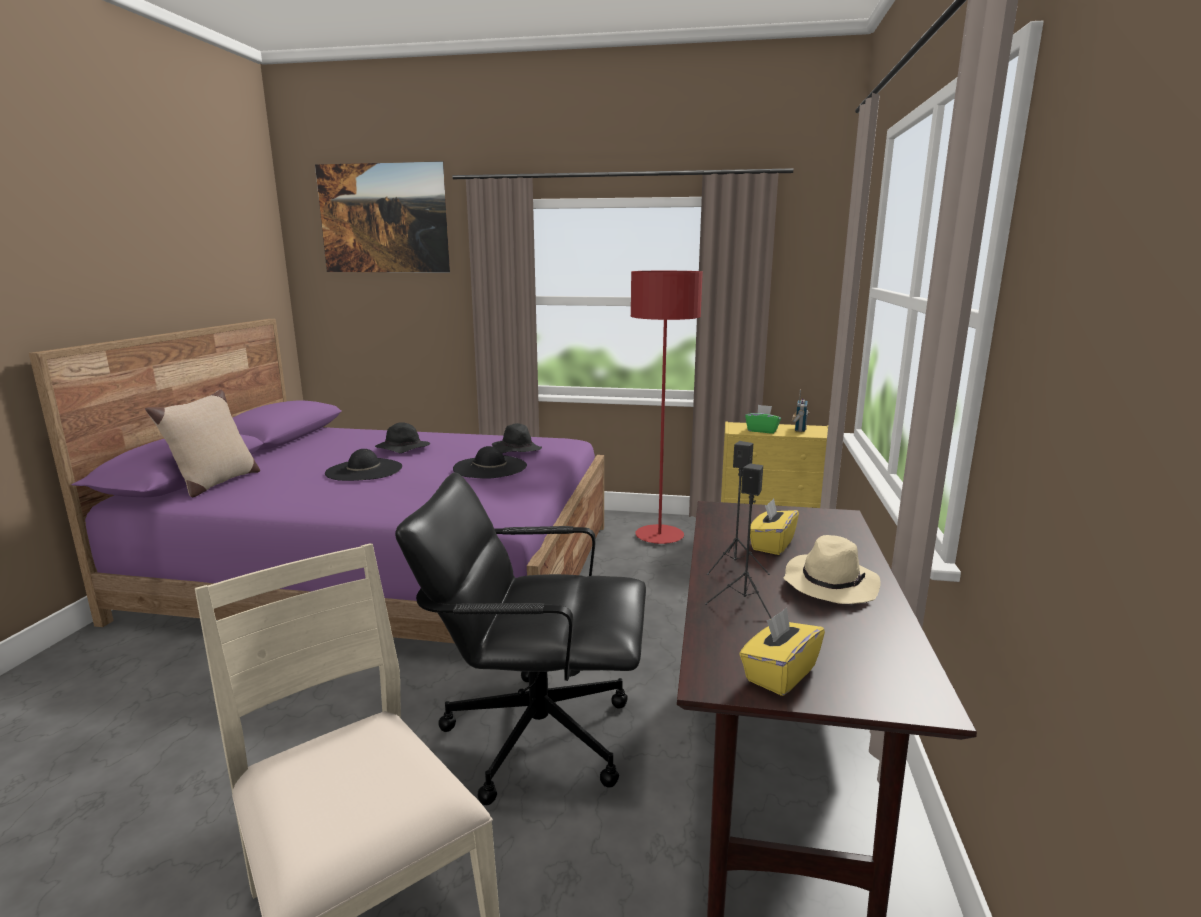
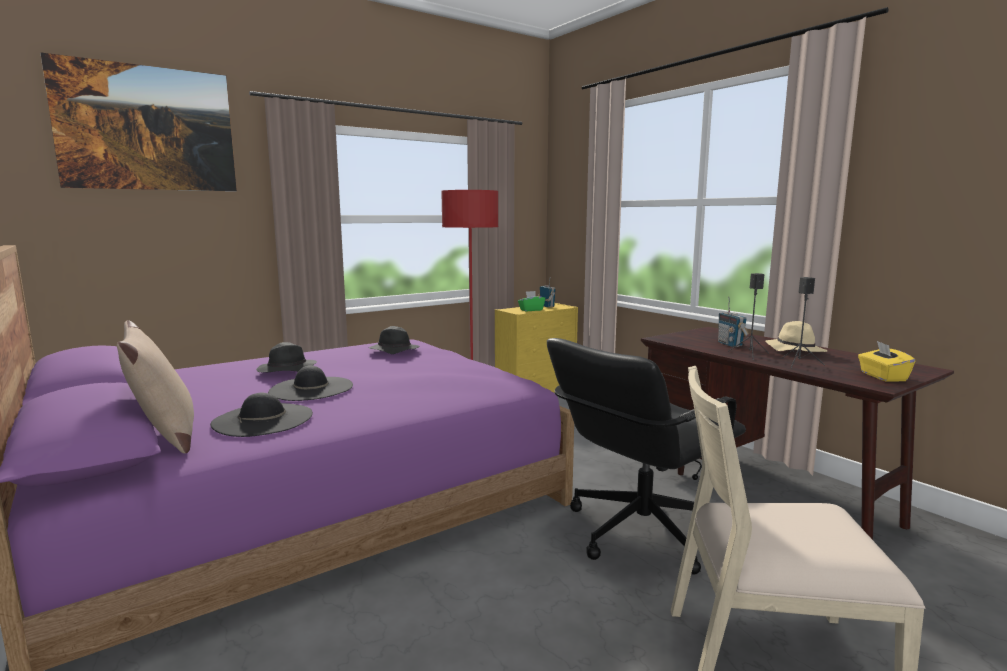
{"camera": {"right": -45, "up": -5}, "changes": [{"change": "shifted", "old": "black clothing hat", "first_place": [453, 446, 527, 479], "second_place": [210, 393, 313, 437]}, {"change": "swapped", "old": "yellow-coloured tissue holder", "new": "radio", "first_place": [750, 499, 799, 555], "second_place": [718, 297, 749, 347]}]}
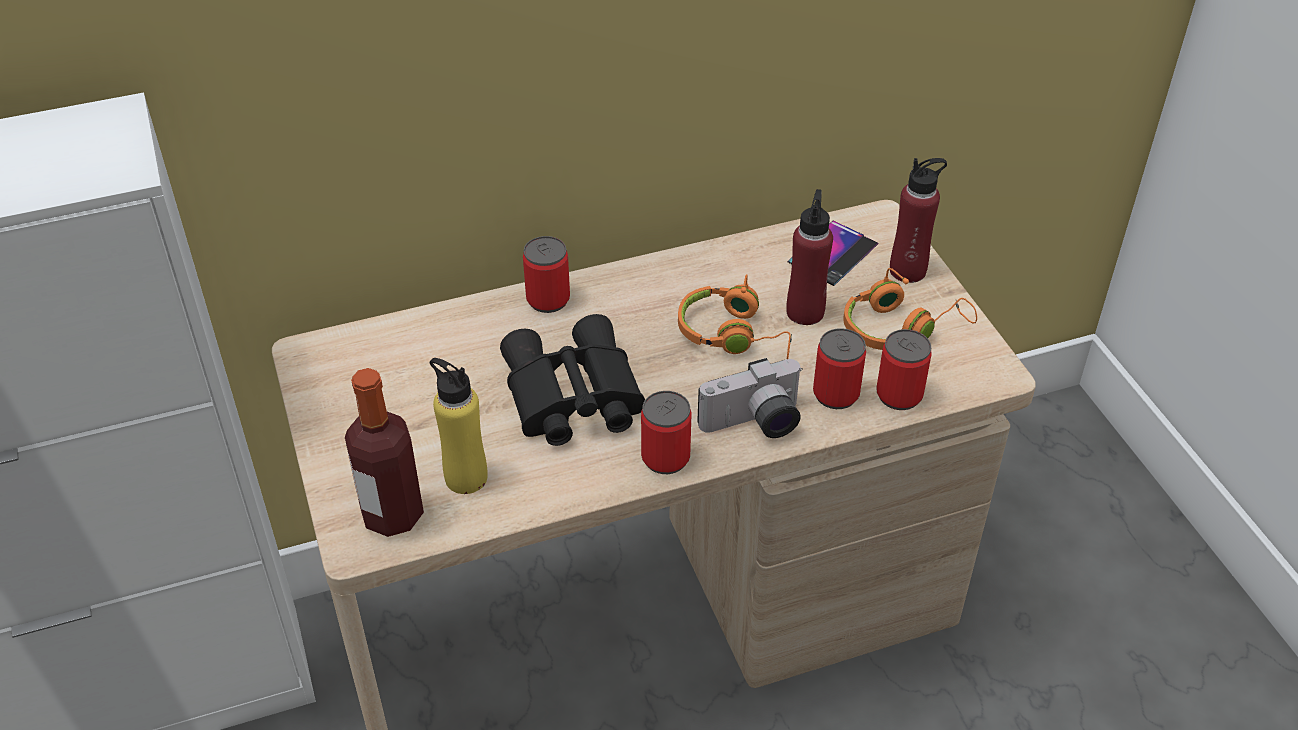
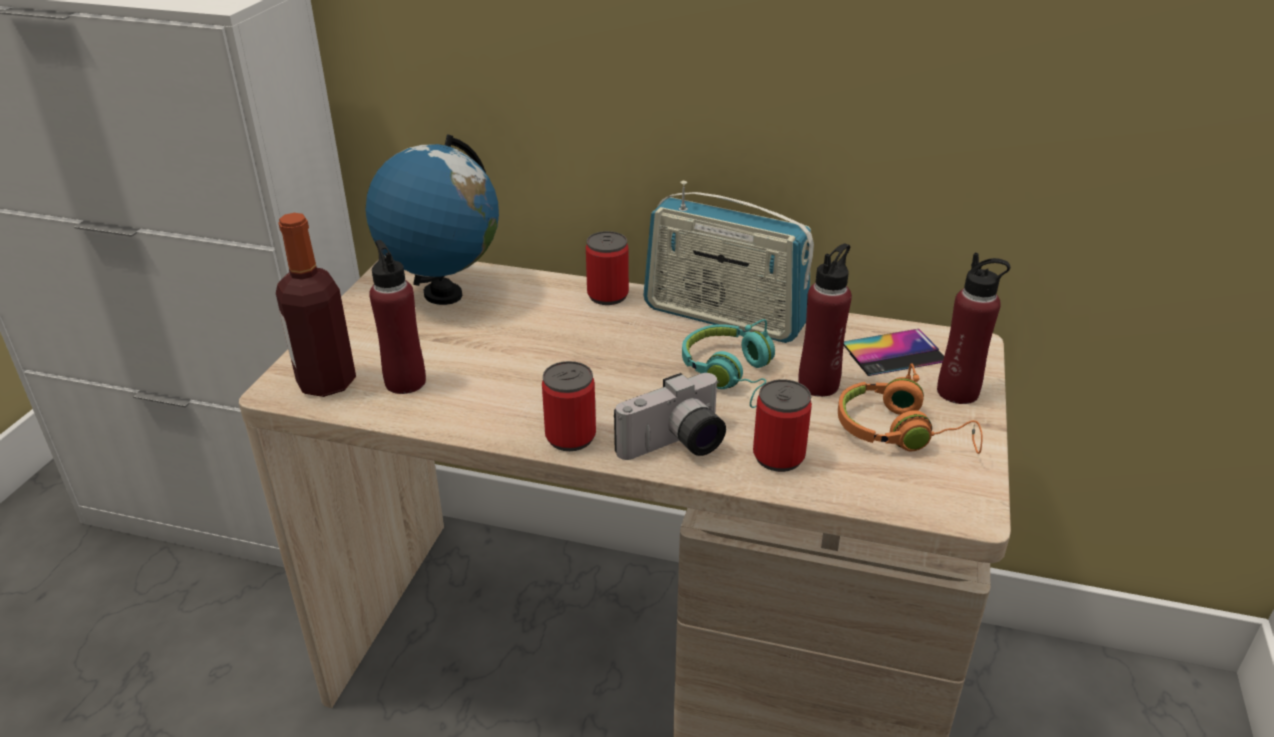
{"camera": {"right": 35, "up": -10}, "changes": [{"change": "repainted", "old": "yellow-coloured bottle", "new": "reddish bottle", "first_place": [429, 358, 487, 494], "second_place": [369, 240, 426, 394]}, {"change": "gone", "old": "black field glasses", "first_place": [500, 314, 645, 446]}, {"change": "repainted", "old": "orange headset", "new": "blue-green headset", "first_place": [678, 274, 792, 359], "second_place": [682, 319, 775, 408]}, {"change": "rotated", "old": "still camera", "first_place": [697, 358, 803, 438], "second_place": [614, 373, 726, 460], "degrees": -45}, {"change": "gone", "old": "sealed can", "first_place": [876, 329, 932, 410]}, {"change": "new", "new": "globe", "second_place": [365, 134, 499, 305]}, {"change": "new", "new": "radio", "second_place": [643, 181, 814, 343]}]}
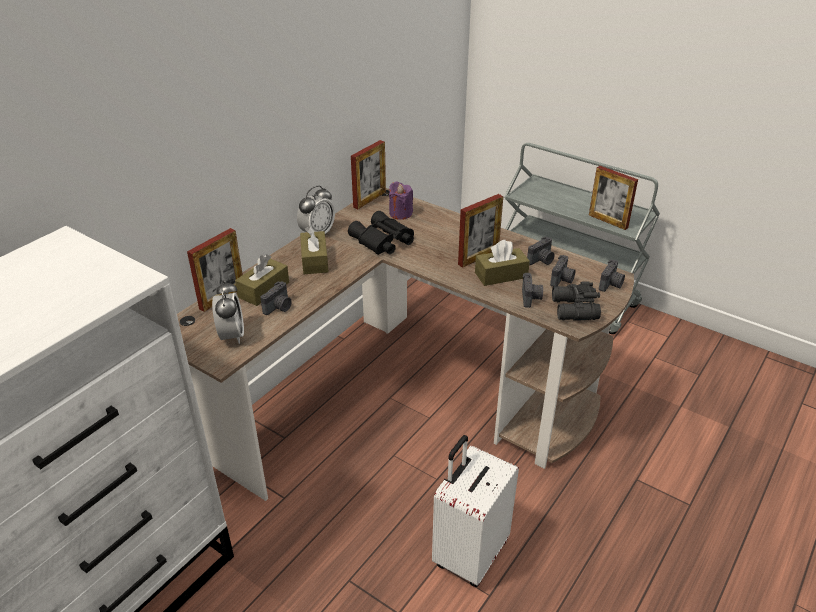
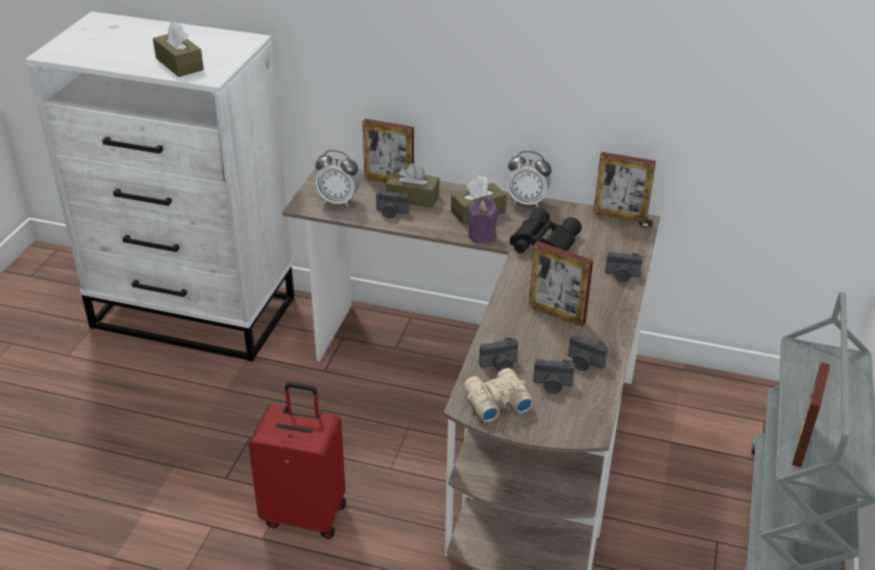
{"camera": {"right": 70, "up": 0}, "changes": [{"change": "rotated", "old": "table clock", "first_place": [212, 281, 244, 344], "second_place": [315, 150, 360, 207], "degrees": 45}, {"change": "shifted", "old": "purple-coloured candle", "first_place": [389, 182, 413, 220], "second_place": [469, 198, 498, 244]}, {"change": "repainted", "old": "whitish travel case", "new": "reddish travel case", "first_place": [432, 435, 519, 587], "second_place": [248, 382, 346, 539]}, {"change": "shifted", "old": "brown-coloured tissue holder", "first_place": [475, 240, 530, 286], "second_place": [153, 22, 204, 77]}, {"change": "repainted", "old": "black field glasses", "new": "beige field glasses", "first_place": [552, 281, 601, 320], "second_place": [463, 368, 533, 422]}, {"change": "shifted", "old": "still camera", "first_place": [599, 259, 625, 292], "second_place": [605, 252, 643, 282]}]}
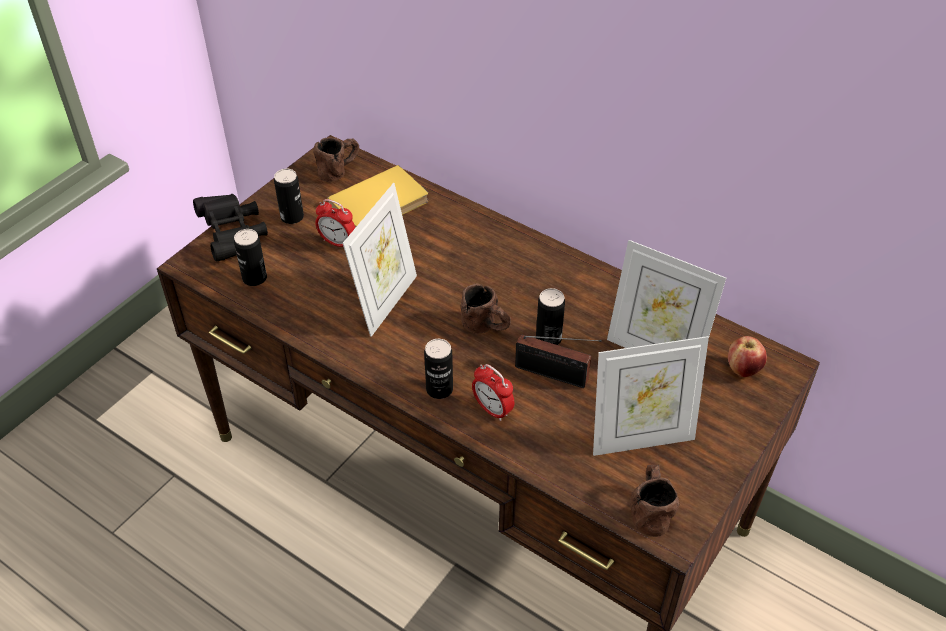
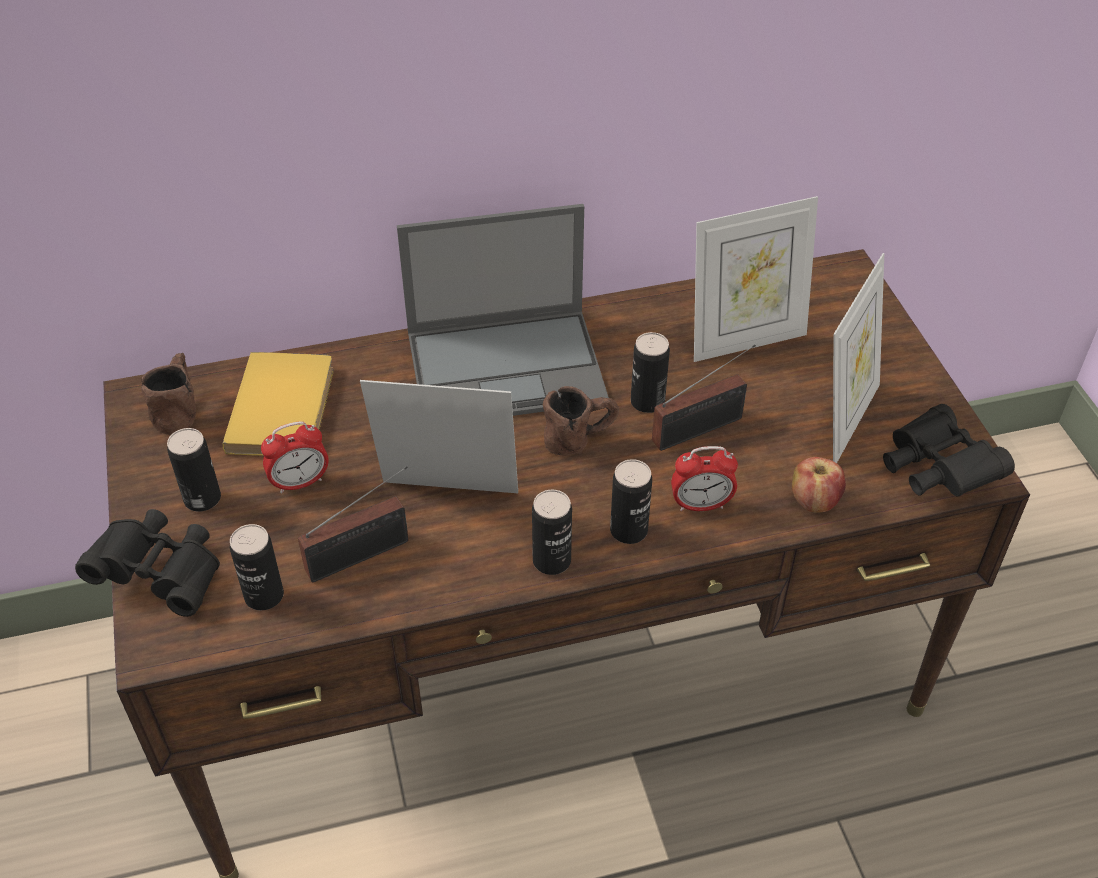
{"camera": {"right": -50, "up": 0}, "changes": [{"change": "rotated", "old": "photo frame", "first_place": [343, 183, 417, 337], "second_place": [360, 380, 518, 493], "degrees": -60}, {"change": "swapped", "old": "brown-coloured mug", "new": "black field glasses", "first_place": [630, 465, 680, 537], "second_place": [883, 404, 1015, 497]}, {"change": "shifted", "old": "apple fruit", "first_place": [728, 336, 767, 377], "second_place": [792, 457, 846, 513]}, {"change": "new", "new": "radio", "second_place": [298, 466, 409, 582]}, {"change": "new", "new": "notebook computer", "second_place": [397, 204, 609, 416]}, {"change": "new", "new": "sealed can", "second_place": [532, 490, 572, 575]}]}
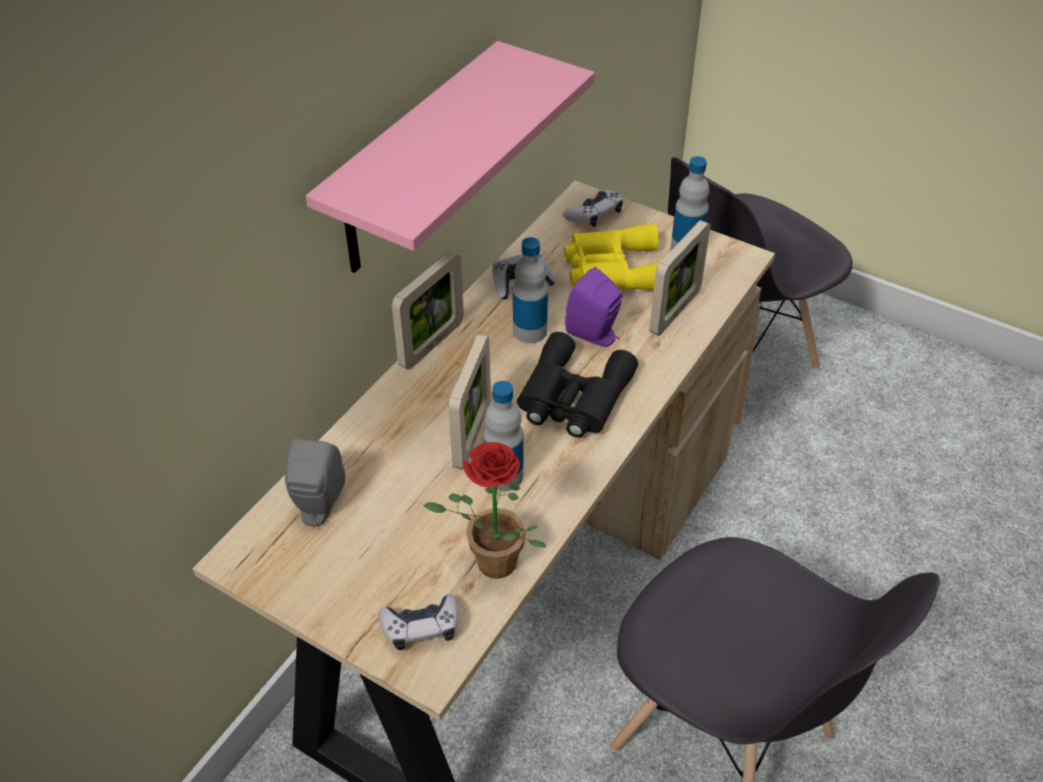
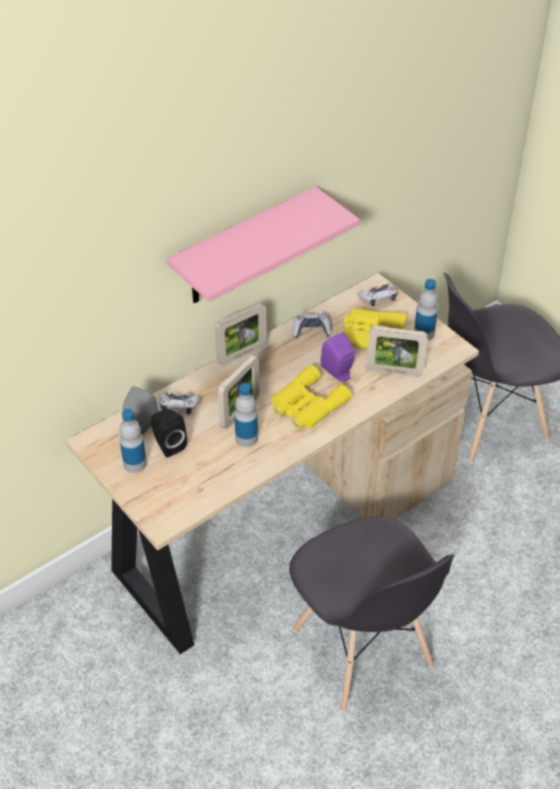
{"camera": {"right": 20, "up": 0}, "changes": [{"change": "shifted", "old": "game controller", "first_place": [379, 594, 459, 650], "second_place": [159, 392, 201, 415]}, {"change": "gone", "old": "plant in a pot", "first_place": [424, 442, 546, 579]}, {"change": "shifted", "old": "bottle", "first_place": [513, 237, 548, 343], "second_place": [119, 408, 147, 473]}, {"change": "repainted", "old": "black field glasses", "new": "yellow-coloured field glasses", "first_place": [517, 332, 638, 438], "second_place": [271, 365, 352, 429]}, {"change": "rotated", "old": "photo frame", "first_place": [649, 220, 710, 336], "second_place": [367, 326, 428, 377], "degrees": 45}, {"change": "new", "new": "black speaker", "second_place": [151, 409, 187, 457]}]}
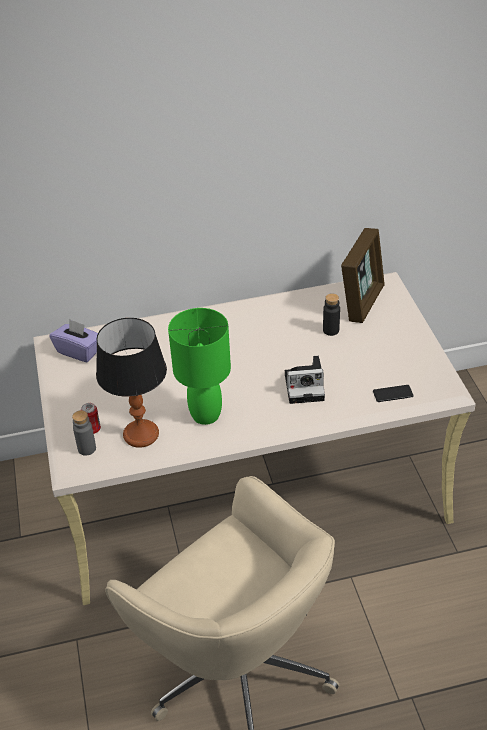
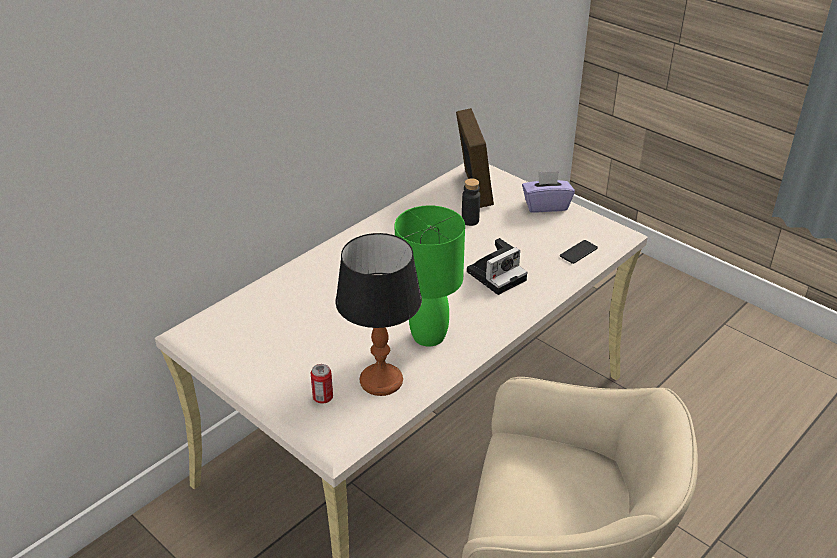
{"camera": {"right": -35, "up": -5}, "changes": [{"change": "shifted", "old": "purple-coloured tissue holder", "first_place": [50, 319, 98, 362], "second_place": [522, 171, 575, 213]}, {"change": "gone", "old": "gray bottle", "first_place": [72, 410, 96, 456]}]}
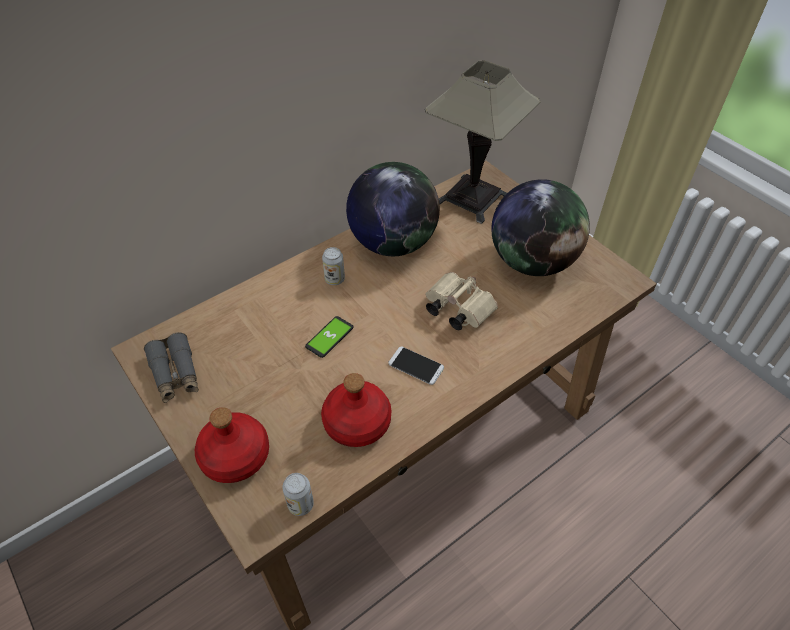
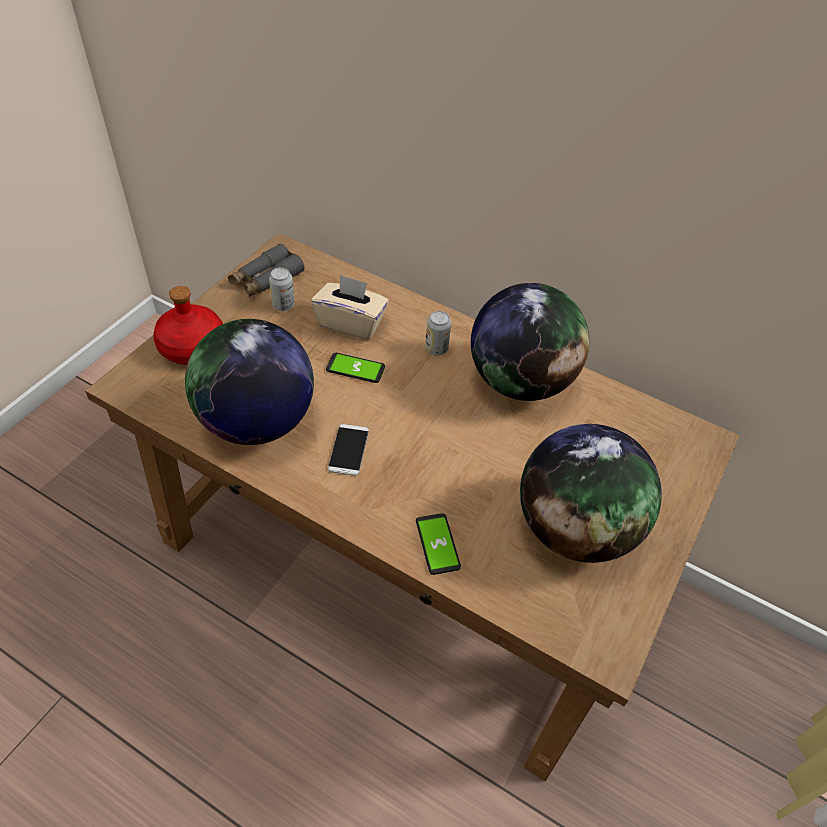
{"camera": {"right": 65, "up": 0}, "changes": [{"change": "shifted", "old": "sealed can", "first_place": [282, 473, 314, 516], "second_place": [269, 267, 295, 311]}, {"change": "swapped", "old": "reddish bottle", "new": "globe", "first_place": [321, 373, 392, 447], "second_place": [185, 319, 314, 445]}, {"change": "gone", "old": "table lamp", "first_place": [425, 60, 541, 224]}, {"change": "gone", "old": "beige field glasses", "first_place": [425, 272, 498, 330]}, {"change": "new", "new": "beige tissue holder", "second_place": [311, 274, 389, 340]}, {"change": "new", "new": "telephone", "second_place": [416, 513, 461, 575]}]}
